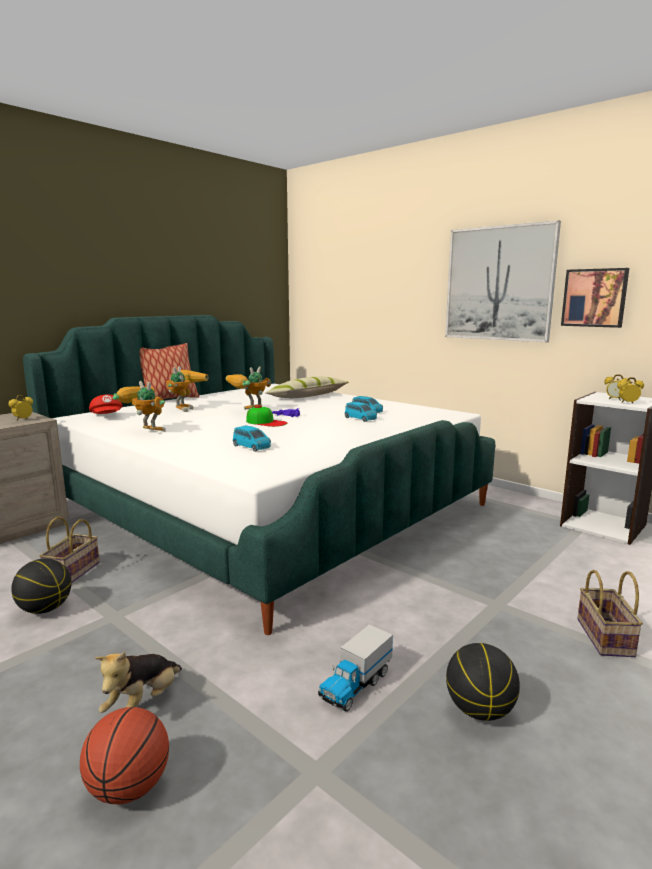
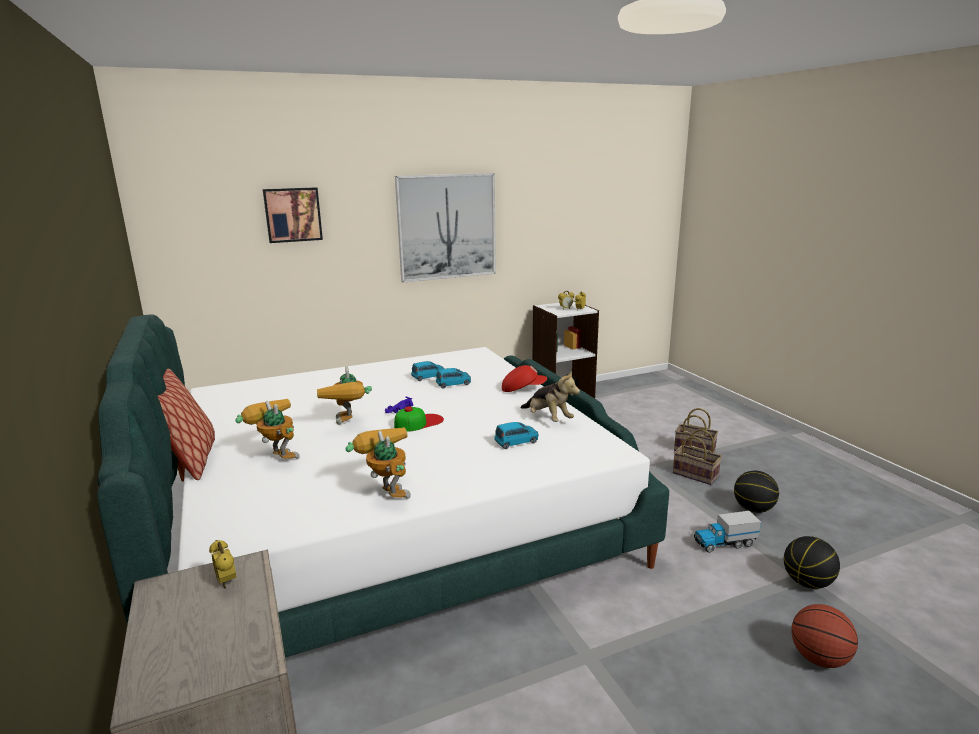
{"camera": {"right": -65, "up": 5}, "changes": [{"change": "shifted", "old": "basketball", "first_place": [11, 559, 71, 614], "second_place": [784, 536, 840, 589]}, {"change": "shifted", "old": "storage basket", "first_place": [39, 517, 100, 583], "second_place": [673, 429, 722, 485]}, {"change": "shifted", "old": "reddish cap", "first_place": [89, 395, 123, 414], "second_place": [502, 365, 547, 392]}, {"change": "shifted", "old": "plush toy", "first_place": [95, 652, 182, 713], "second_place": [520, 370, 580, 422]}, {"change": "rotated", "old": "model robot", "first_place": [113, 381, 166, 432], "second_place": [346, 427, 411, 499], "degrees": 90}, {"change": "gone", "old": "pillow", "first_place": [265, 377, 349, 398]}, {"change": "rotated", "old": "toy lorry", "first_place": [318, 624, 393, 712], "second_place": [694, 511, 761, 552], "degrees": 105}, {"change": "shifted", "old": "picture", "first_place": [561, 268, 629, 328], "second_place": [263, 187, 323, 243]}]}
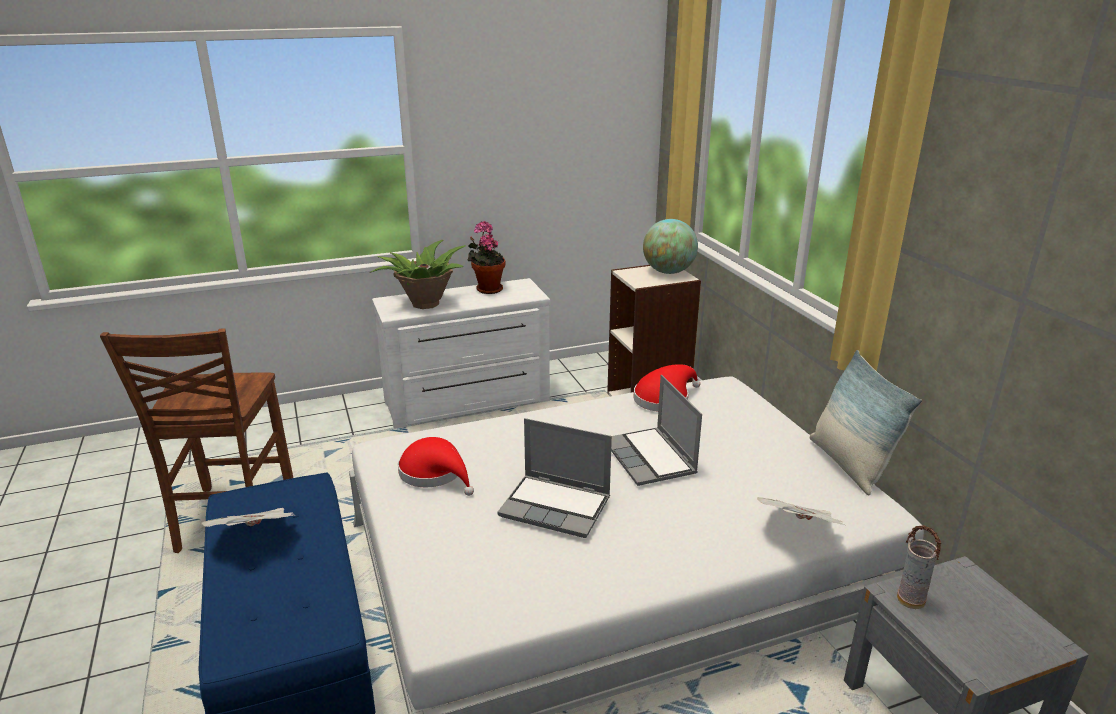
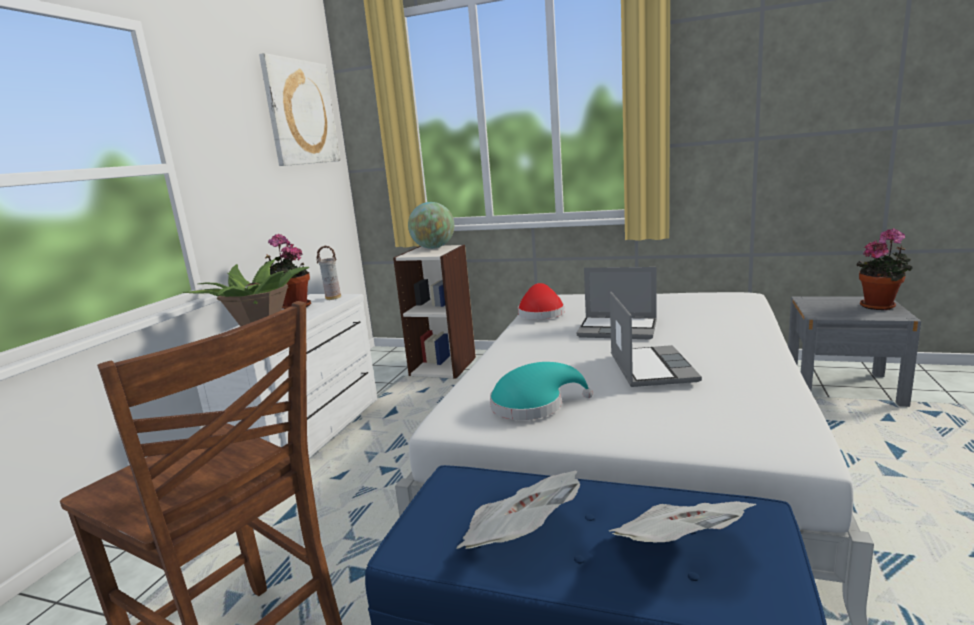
{"camera": {"right": -50, "up": -10}, "changes": [{"change": "repainted", "old": "reddish clothing hat", "new": "blue-green clothing hat", "first_place": [398, 437, 474, 496], "second_place": [490, 362, 593, 420]}, {"change": "rotated", "old": "notebook computer", "first_place": [497, 418, 612, 538], "second_place": [610, 292, 702, 387], "degrees": -60}, {"change": "shifted", "old": "printed paper", "first_place": [757, 497, 845, 525], "second_place": [609, 501, 756, 542]}, {"change": "gone", "old": "pillow", "first_place": [810, 350, 922, 495]}, {"change": "shifted", "old": "vase", "first_place": [897, 525, 941, 609], "second_place": [316, 246, 341, 300]}, {"change": "new", "new": "picture", "second_place": [259, 53, 340, 166]}, {"change": "new", "new": "plant in a pot", "second_place": [856, 228, 912, 310]}]}
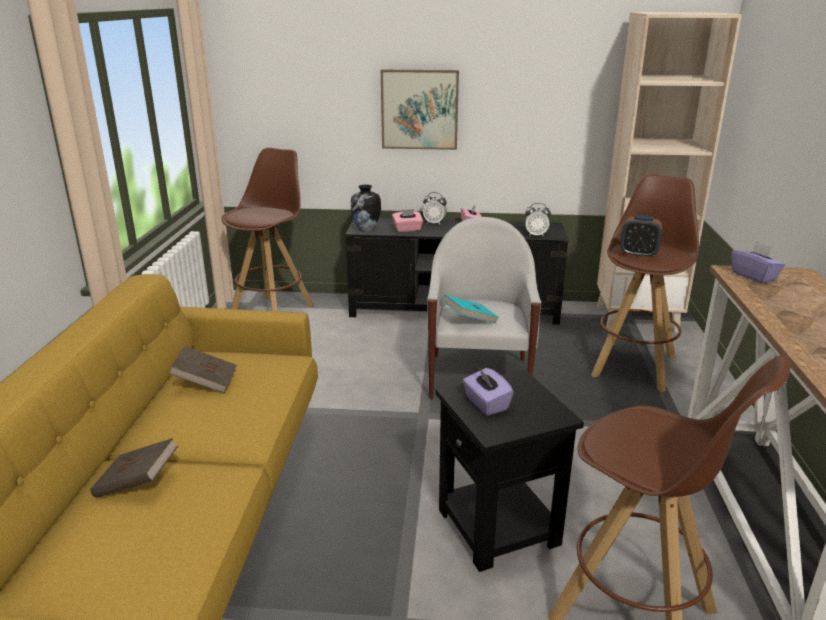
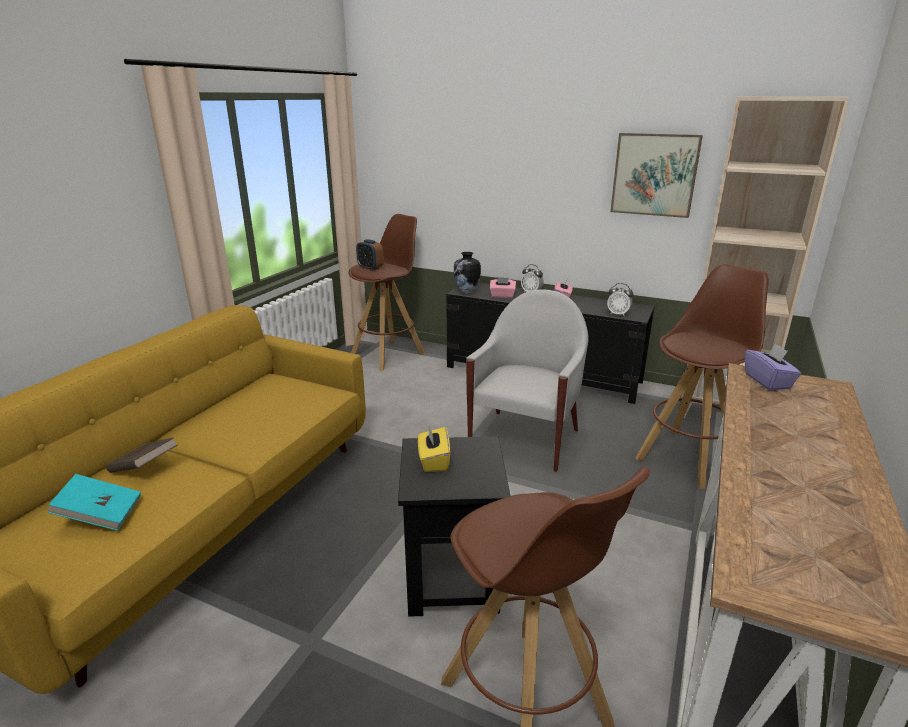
{"camera": {"right": 20, "up": 0}, "changes": [{"change": "gone", "old": "brown-coloured volume", "first_place": [169, 346, 237, 393]}, {"change": "shifted", "old": "picture", "first_place": [381, 70, 459, 150], "second_place": [610, 133, 703, 218]}, {"change": "shifted", "old": "blue-green volume", "first_place": [442, 294, 499, 324], "second_place": [47, 474, 141, 531]}, {"change": "repainted", "old": "purple-coloured tissue holder", "new": "yellow-coloured tissue holder", "first_place": [463, 368, 514, 416], "second_place": [418, 426, 451, 472]}, {"change": "shifted", "old": "table clock", "first_place": [620, 215, 663, 258], "second_place": [356, 239, 384, 271]}]}
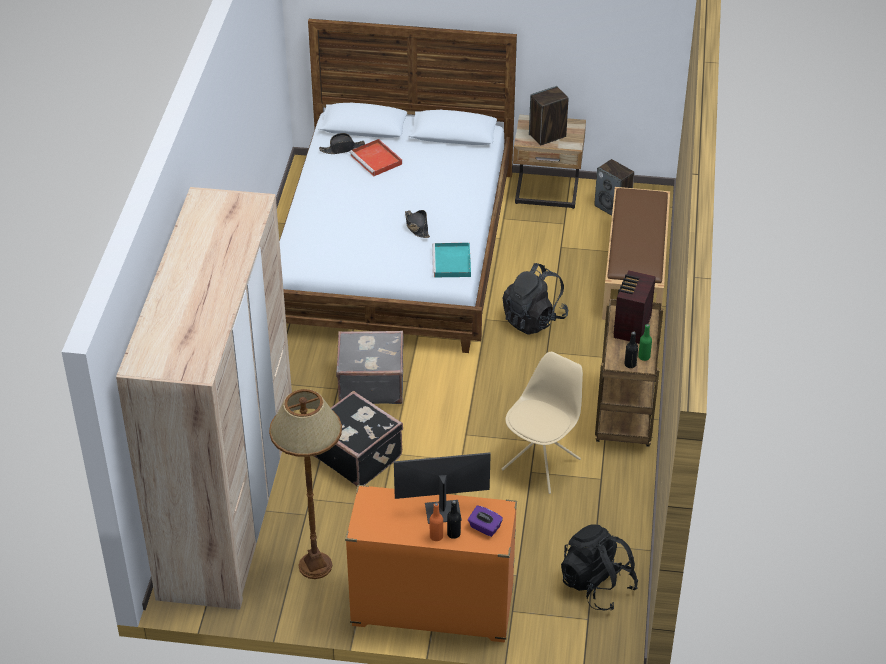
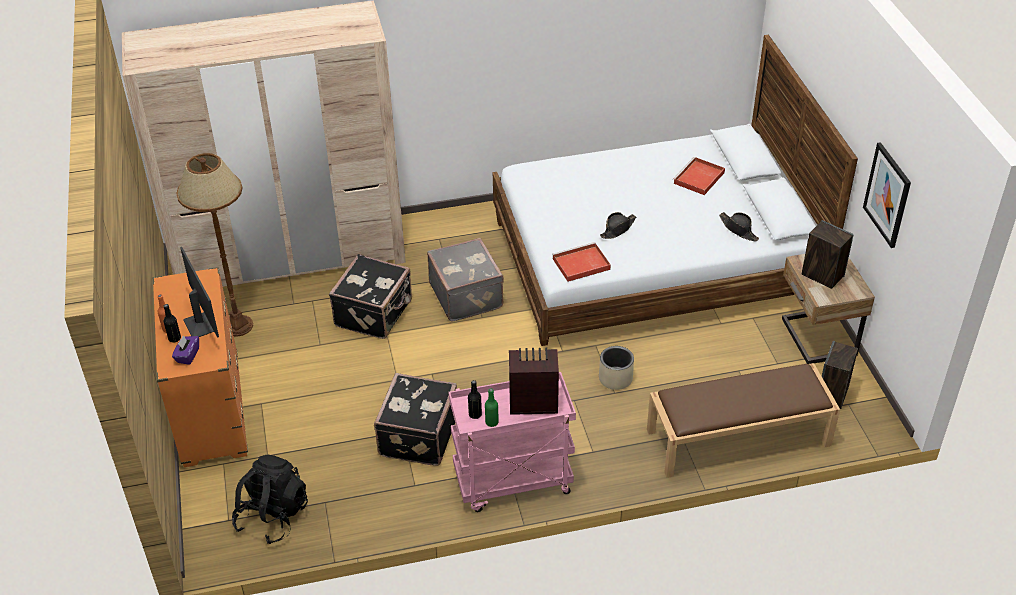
{"camera": {"right": 70, "up": 0}, "changes": [{"change": "shifted", "old": "black clothing hat", "first_place": [319, 133, 365, 154], "second_place": [719, 212, 759, 241]}, {"change": "repainted", "old": "blue-green tray", "new": "reddish tray", "first_place": [432, 243, 471, 277], "second_place": [552, 242, 611, 282]}, {"change": "swapped", "old": "beige plain chair", "new": "black travel case", "first_place": [501, 352, 583, 494], "second_place": [374, 373, 457, 466]}, {"change": "swapped", "old": "black backpack", "new": "beige plant pot", "first_place": [503, 263, 569, 335], "second_place": [599, 346, 634, 390]}, {"change": "repainted", "old": "brown-coloured wheeled cart", "new": "pink-coloured wheeled cart", "first_place": [595, 299, 663, 447], "second_place": [448, 372, 576, 512]}, {"change": "new", "new": "picture", "second_place": [863, 142, 911, 248]}]}
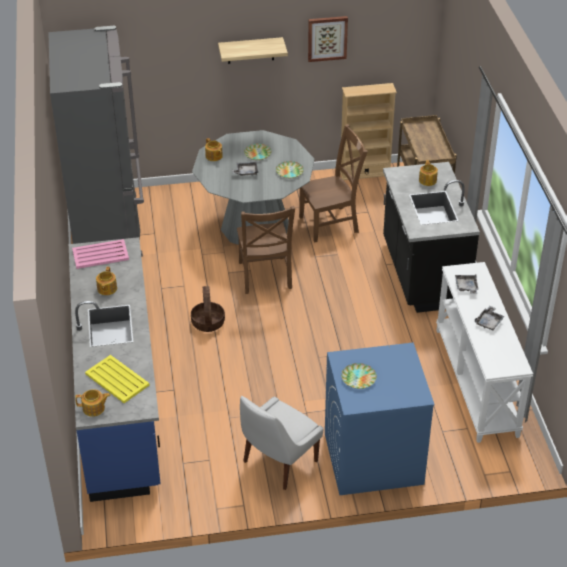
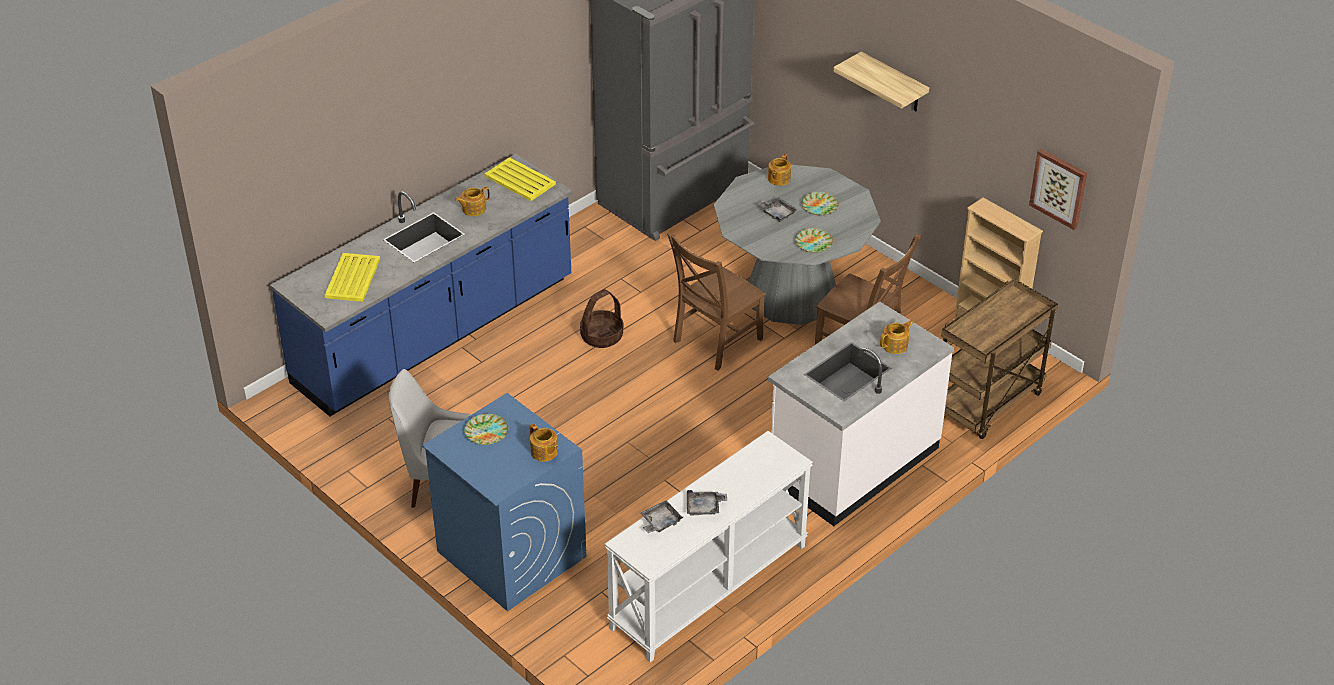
{"camera": {"right": 55, "up": 0}, "changes": [{"change": "repainted", "old": "pink-coloured tray", "new": "yellow-coloured tray", "first_place": [72, 239, 129, 269], "second_place": [485, 157, 556, 201]}, {"change": "shifted", "old": "pot for tea", "first_place": [75, 389, 110, 417], "second_place": [530, 423, 558, 462]}, {"change": "shifted", "old": "picture", "first_place": [308, 16, 348, 62], "second_place": [1029, 149, 1087, 230]}, {"change": "repainted", "old": "black kitchen counter", "new": "whitish kitchen counter", "first_place": [383, 162, 480, 313], "second_place": [768, 302, 954, 526]}, {"change": "shifted", "old": "gray tray", "first_place": [455, 275, 479, 294], "second_place": [640, 500, 683, 533]}]}
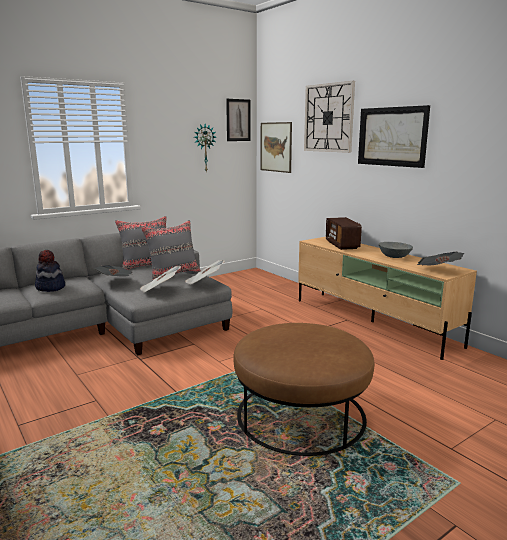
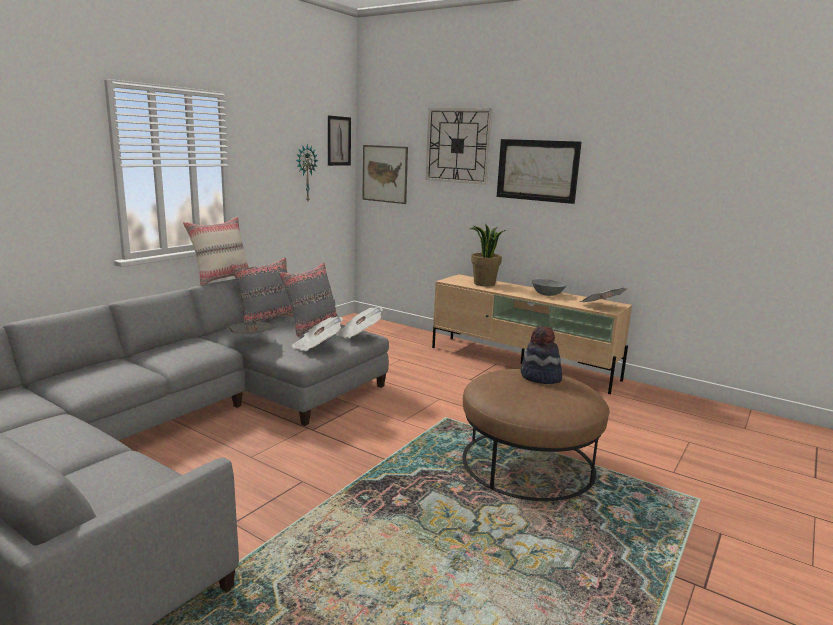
{"camera": {"right": -20, "up": 0}, "changes": [{"change": "shifted", "old": "clothing hat", "first_place": [35, 250, 65, 292], "second_place": [521, 326, 562, 384]}, {"change": "swapped", "old": "radio", "new": "plant in a pot", "first_place": [326, 217, 362, 250], "second_place": [470, 224, 506, 286]}, {"change": "new", "new": "beige pillow", "second_place": [183, 217, 249, 286]}]}
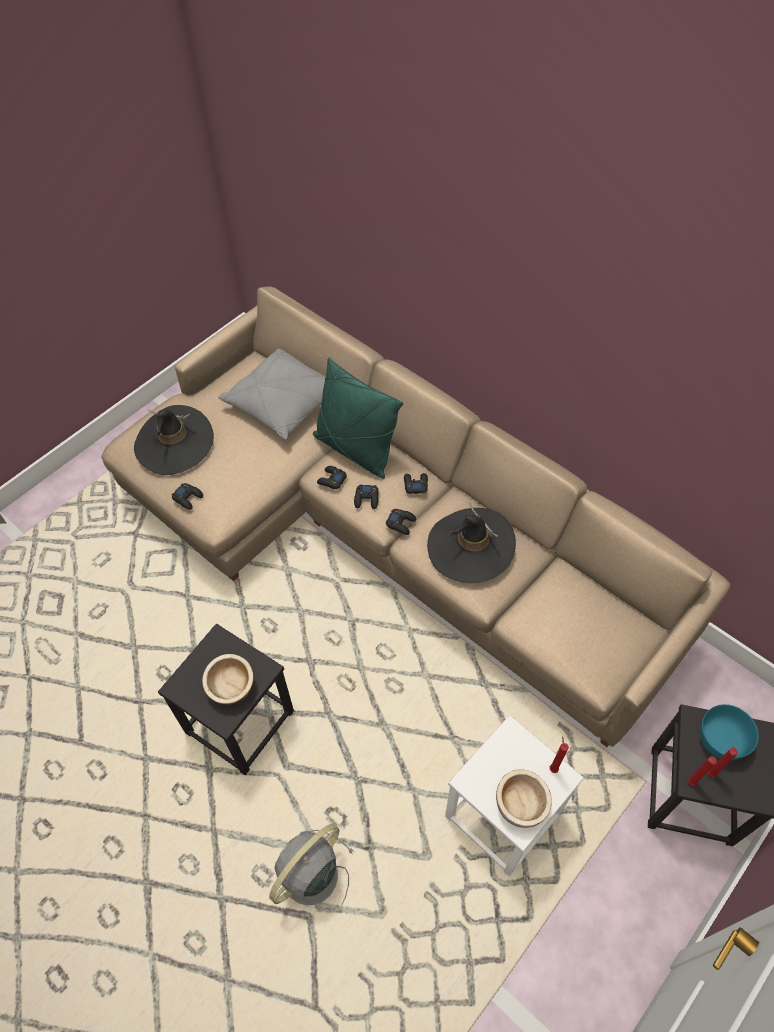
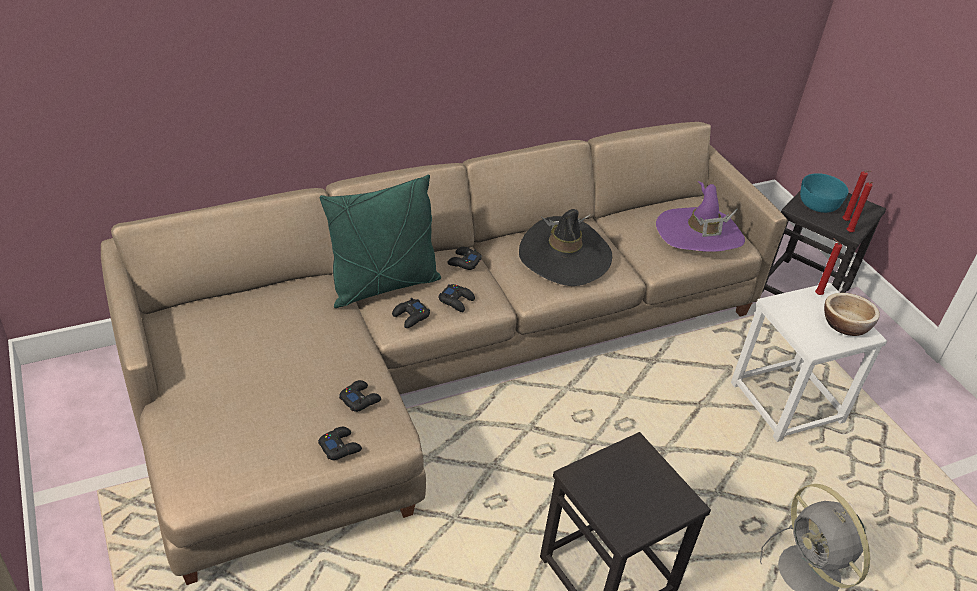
{"camera": {"right": -70, "up": -15}, "changes": [{"change": "gone", "old": "black clothing hat", "first_place": [134, 405, 214, 475]}, {"change": "gone", "old": "bowl", "first_place": [202, 654, 254, 705]}, {"change": "gone", "old": "gray pillow", "first_place": [218, 349, 326, 440]}, {"change": "shifted", "old": "black game controller", "first_place": [386, 509, 416, 535], "second_place": [339, 380, 381, 412]}, {"change": "new", "new": "purple-coloured clothing hat", "second_place": [656, 181, 745, 252]}]}
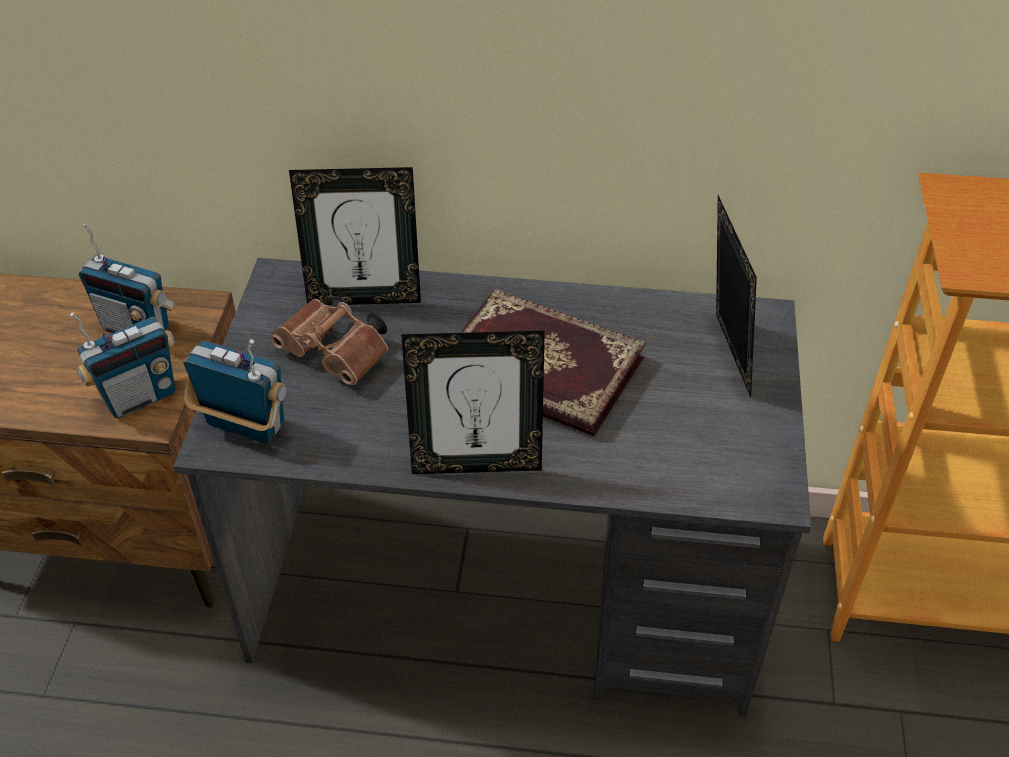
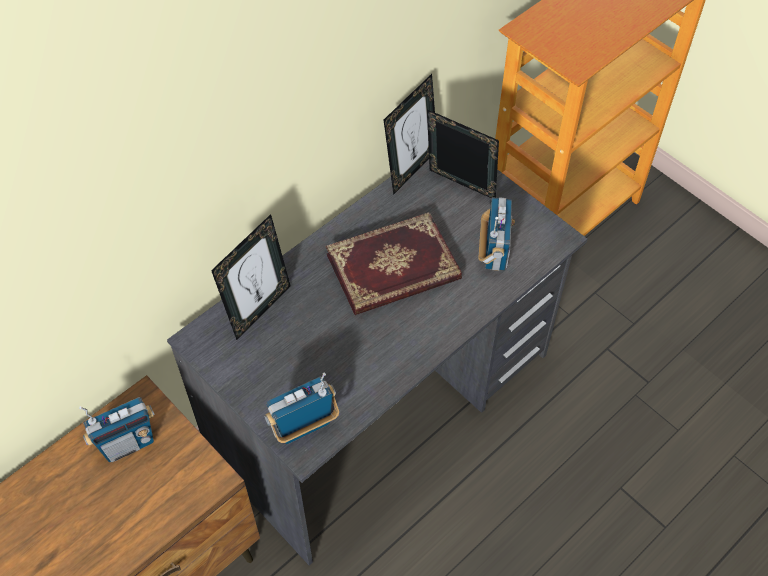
{"camera": {"right": -50, "up": 10}, "changes": [{"change": "shifted", "old": "radio", "first_place": [70, 312, 175, 418], "second_place": [478, 197, 515, 271]}, {"change": "gone", "old": "brown-coloured field glasses", "first_place": [270, 296, 388, 385]}, {"change": "shifted", "old": "photo frame", "first_place": [401, 331, 545, 474], "second_place": [384, 74, 435, 195]}]}
